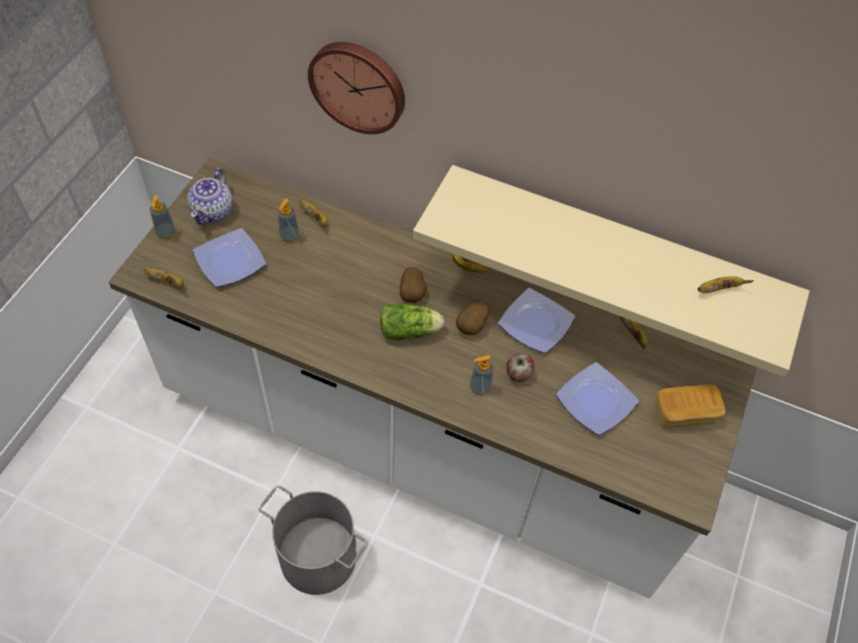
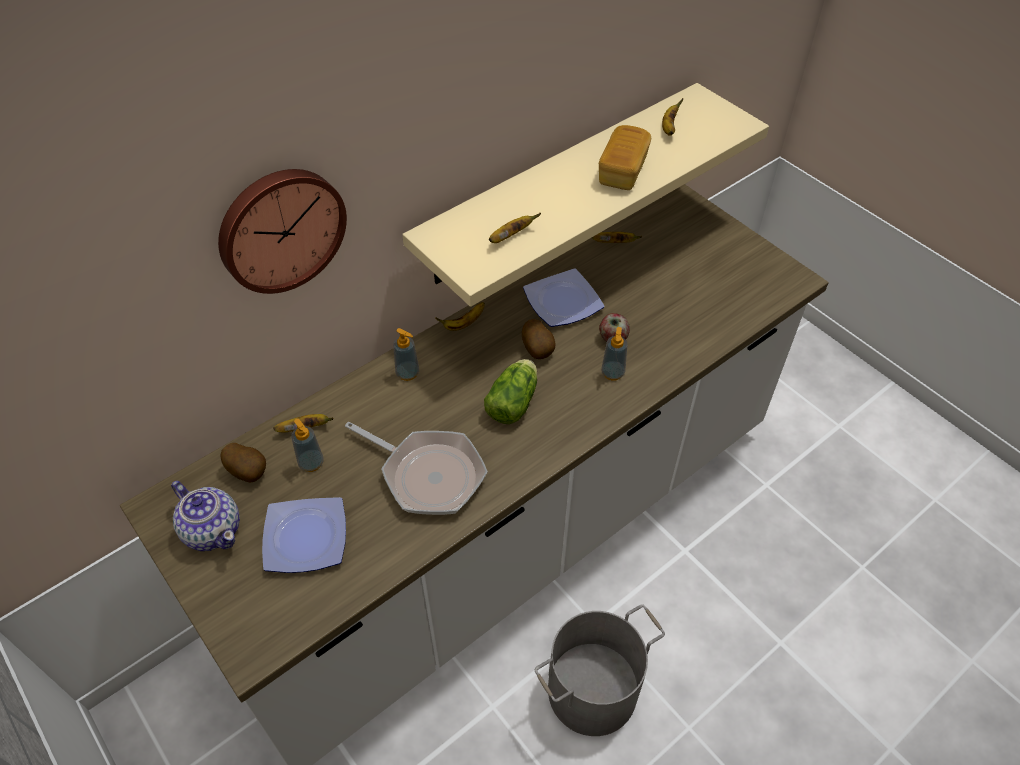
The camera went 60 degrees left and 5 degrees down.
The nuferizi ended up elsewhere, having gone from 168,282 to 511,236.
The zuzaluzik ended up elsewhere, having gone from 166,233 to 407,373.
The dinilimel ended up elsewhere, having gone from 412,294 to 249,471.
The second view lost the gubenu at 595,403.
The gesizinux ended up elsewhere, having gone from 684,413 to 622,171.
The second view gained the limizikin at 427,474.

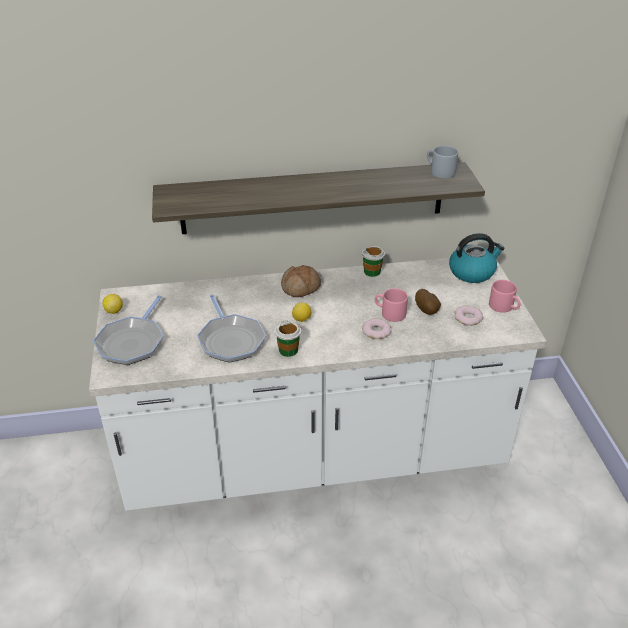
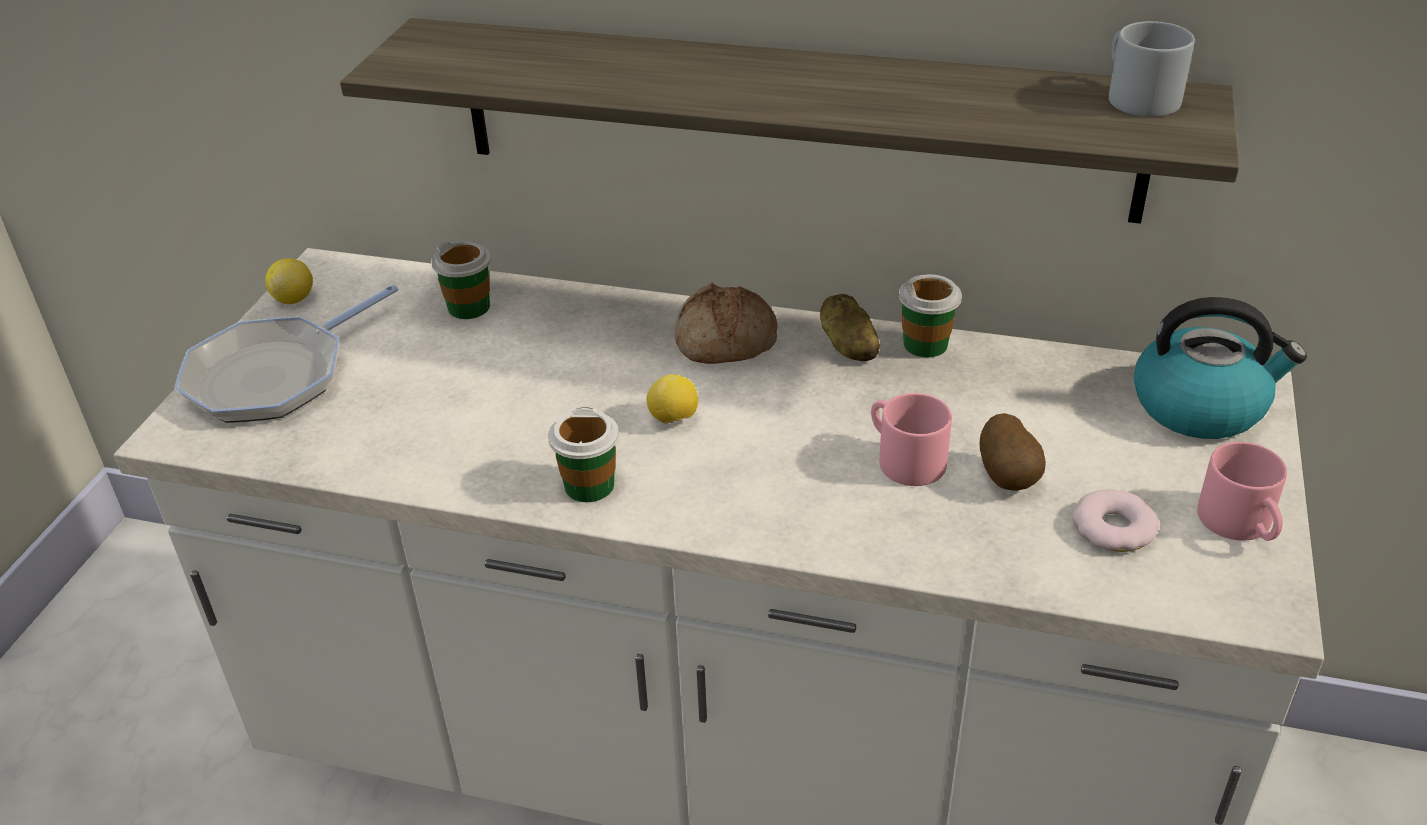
The camera went 25 degrees right and 0 degrees up.
The second view lost the limizikin at 230,340.
The second view lost the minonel at 376,331.
The second view gained the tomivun at 469,307.
The second view gained the dinilimel at 848,346.

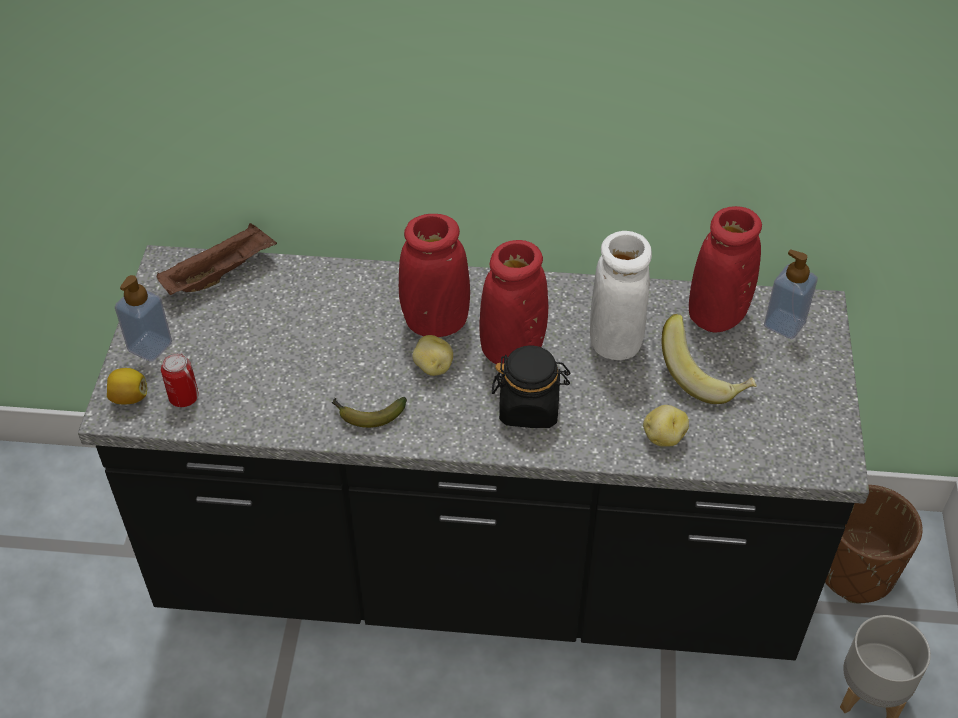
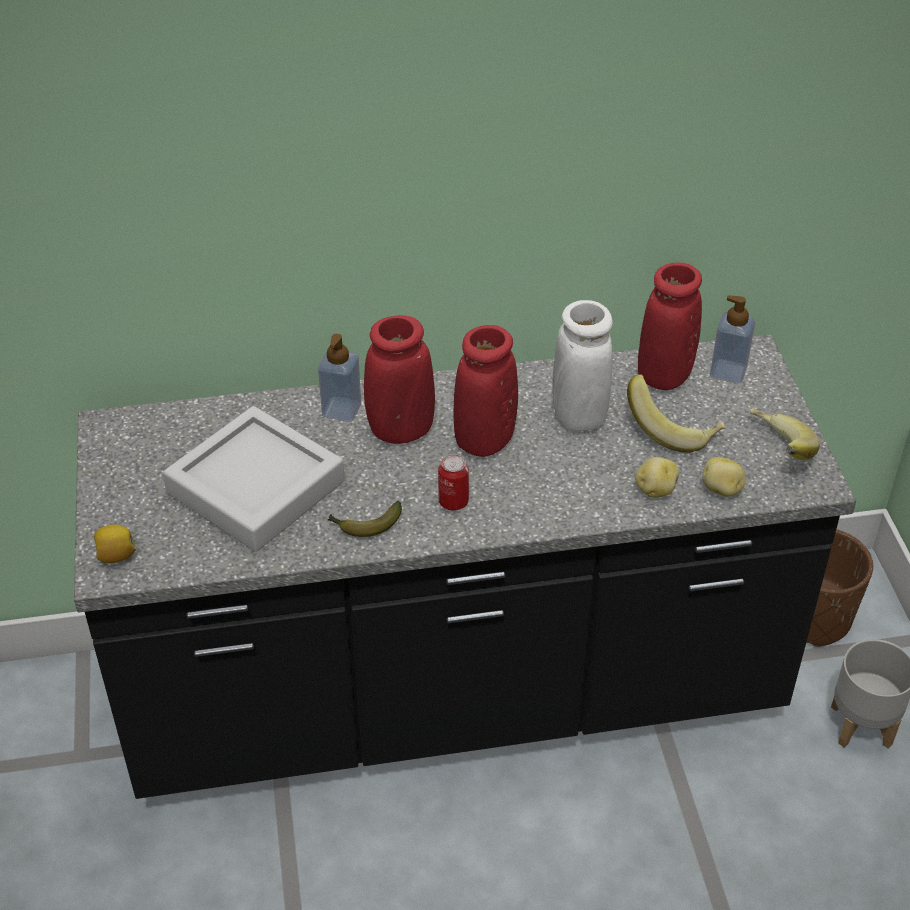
The camera went 15 degrees left and 5 degrees down.
The zuzaluzik ended up elsewhere, having gone from 150,346 to 341,410.
The second view lost the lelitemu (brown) at 220,274.
The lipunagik ended up elsewhere, having gone from 184,397 to 453,502.
The dinilimel ended up elsewhere, having gone from 433,367 to 721,490.
The second view lost the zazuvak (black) at 529,407.
The second view gained the lelitemu (grey) at 256,487.
The second view gained the nuferizi at 775,451.

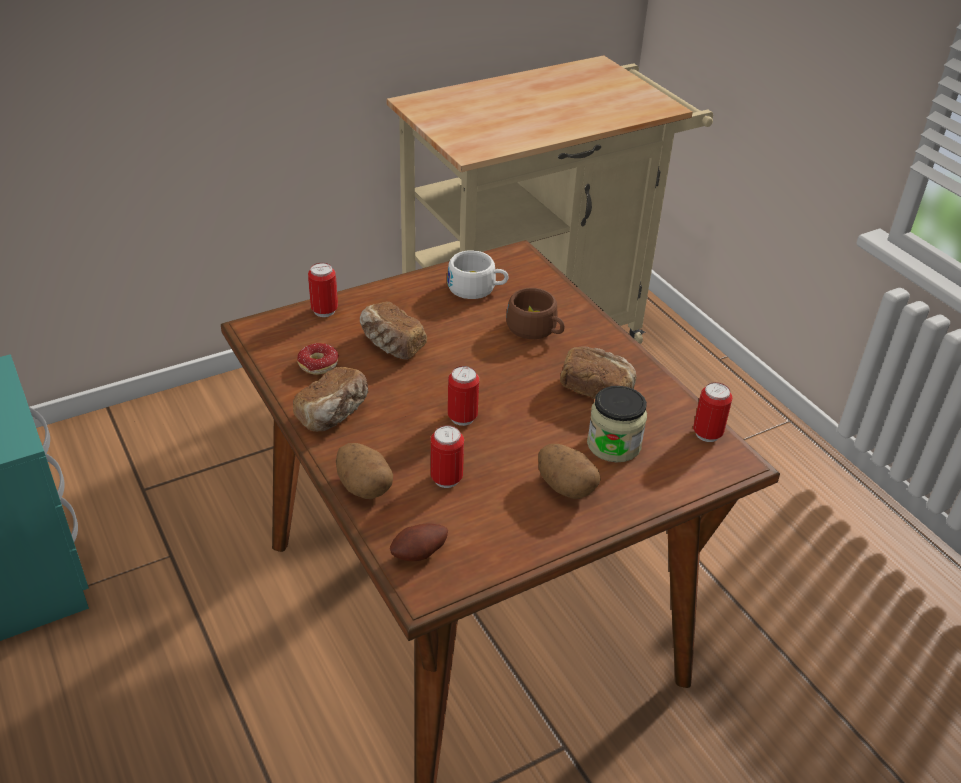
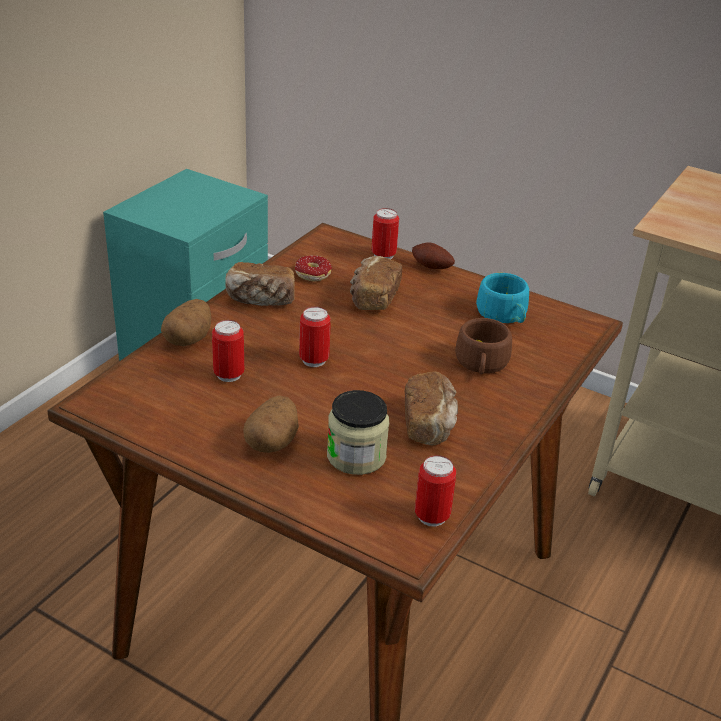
The camera went 60 degrees right and 5 degrees down.
The dinilimel ended up elsewhere, having gone from 420,554 to 431,268.
What was the tomivun (white) at 477,288 turned into the tomivun (turquoise) at 504,315.

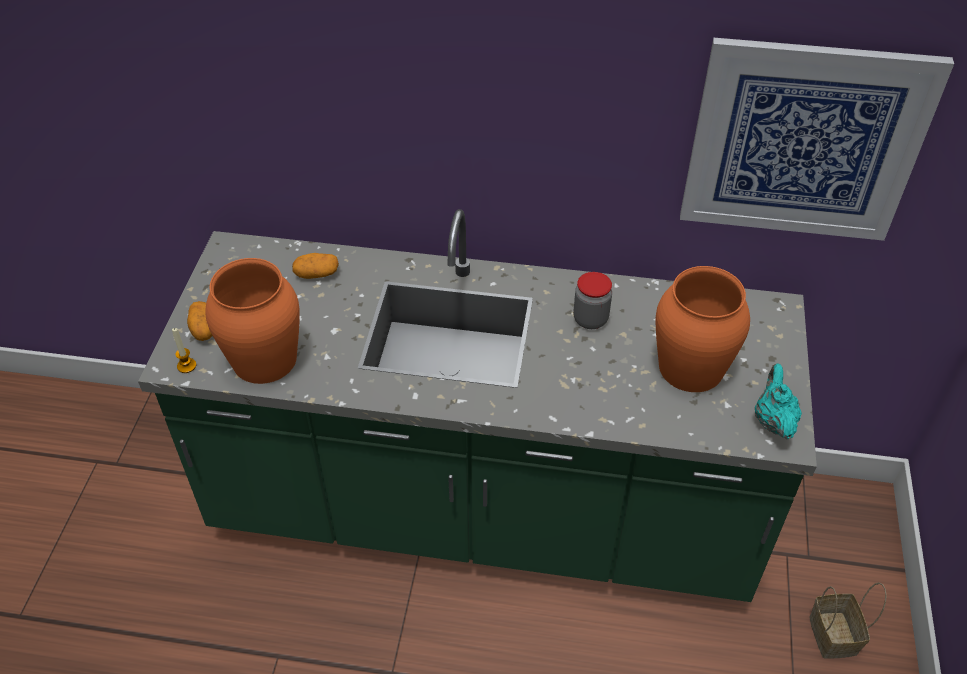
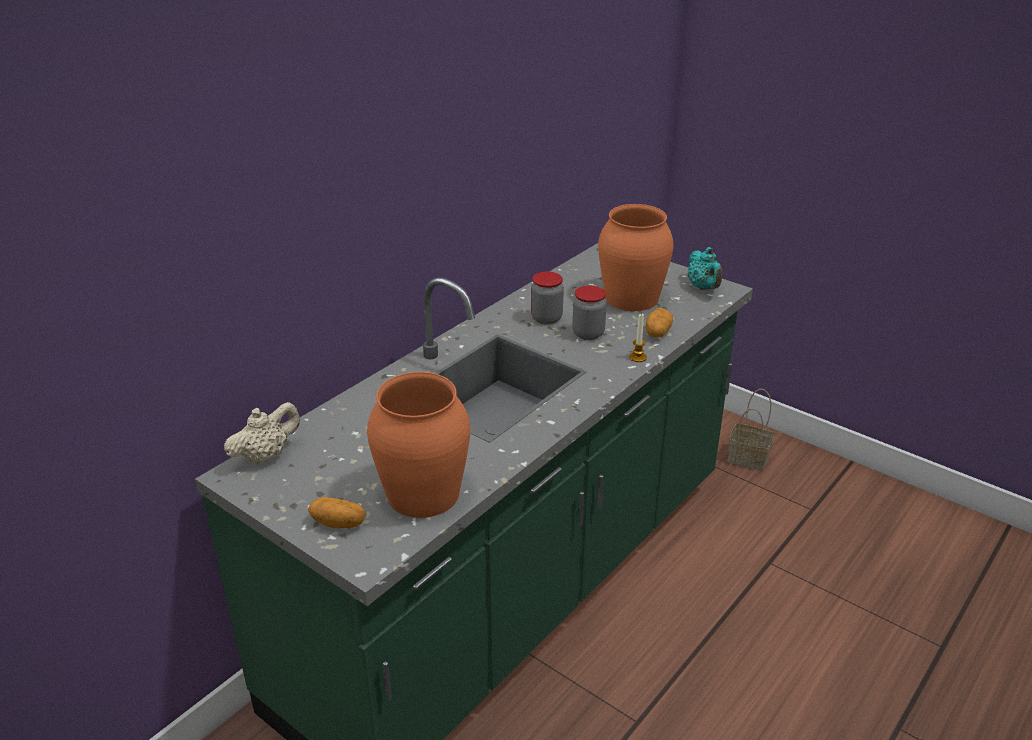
The camera went 60 degrees left and 15 degrees down.
The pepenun ended up elsewhere, having gone from 186,366 to 637,357.
The dinilimel ended up elsewhere, having gone from 316,274 to 657,332.
The second view lost the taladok at 804,142.
The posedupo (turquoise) at 773,420 ended up facing another way, 135 degrees counterclockwise from before.
The second view gained the posedupo (beige) at 266,456.
The second view gained the zazuvak at 588,333.

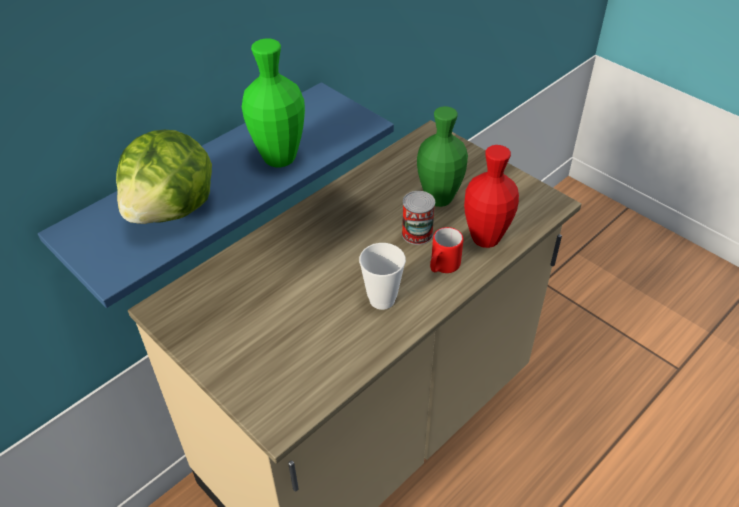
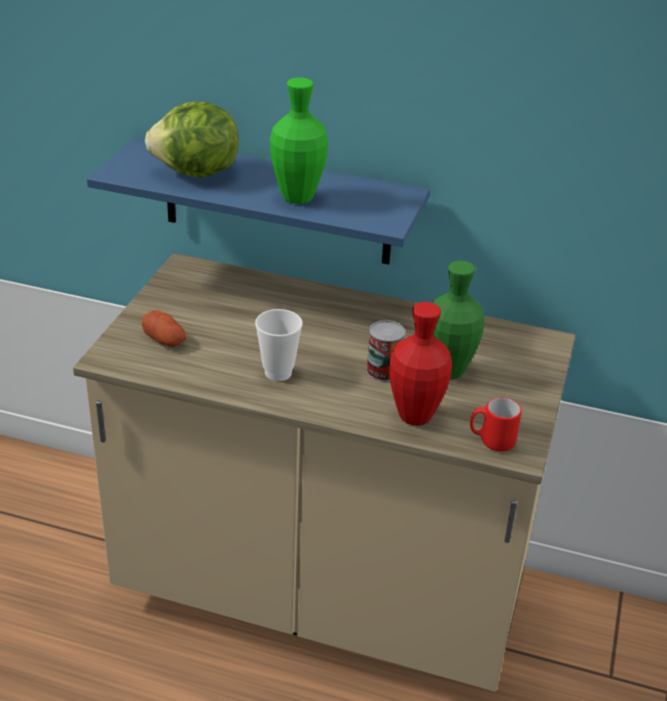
The camera went 60 degrees right and 10 degrees down.
The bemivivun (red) ended up elsewhere, having gone from 442,267 to 491,441.
The second view gained the dinilimel at 164,340.

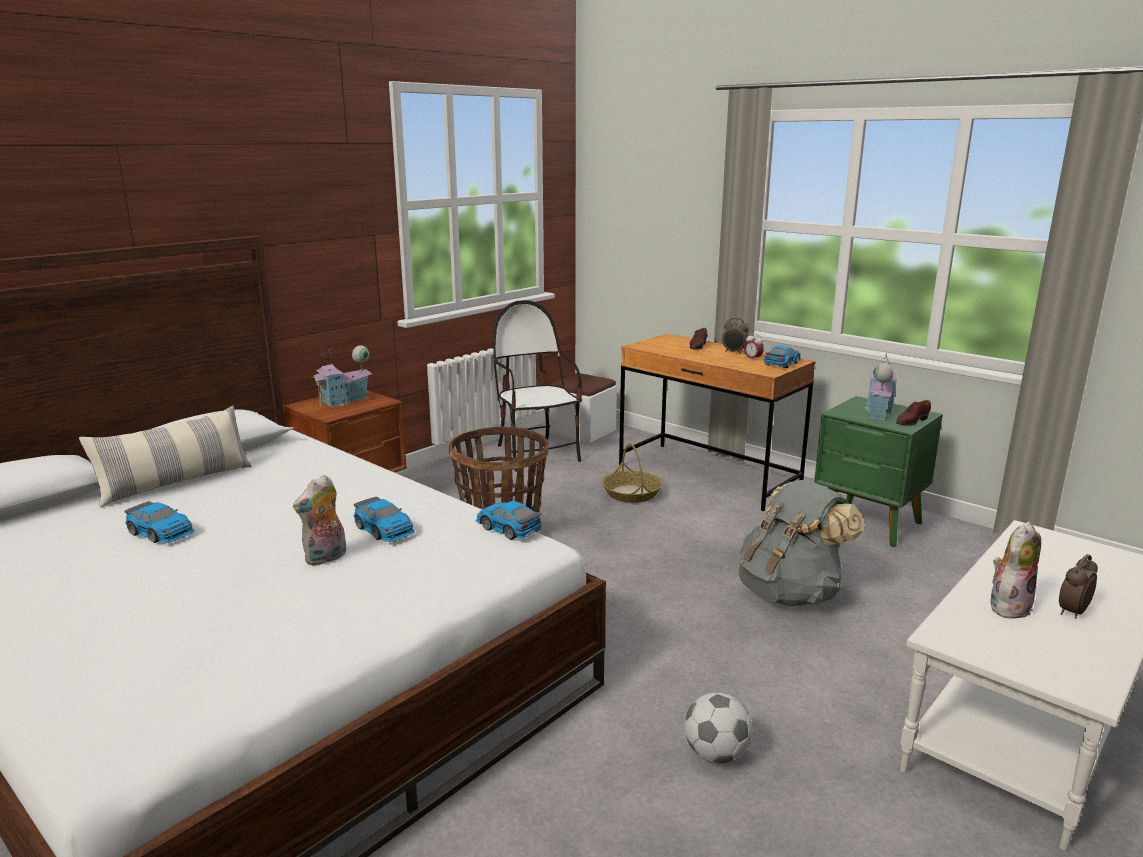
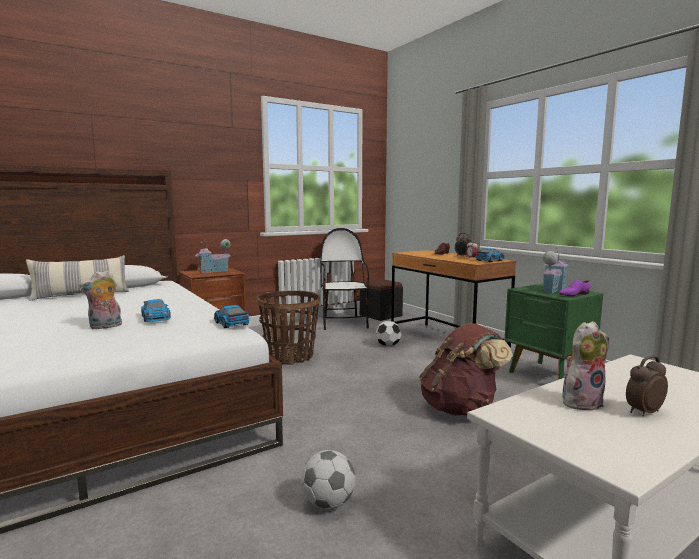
The camera went 15 degrees right and 10 degrees down.
The second view lost the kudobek at 161,532.
What was the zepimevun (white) at 582,432 turned into the zepimevun (black) at 380,315.
Where the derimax stood at 632,494, the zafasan came to stand at 388,346.
What was the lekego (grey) at 790,593 turned into the lekego (brown) at 461,409.
What was the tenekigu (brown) at 911,421 turned into the tenekigu (purple) at 573,295.

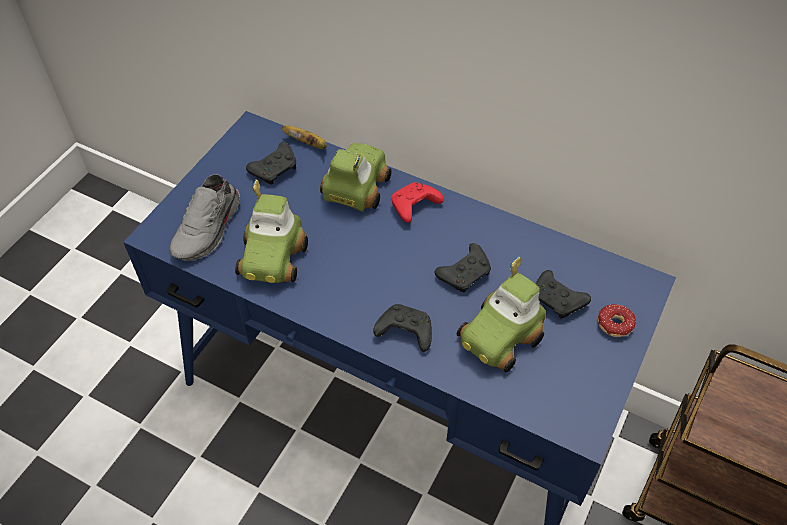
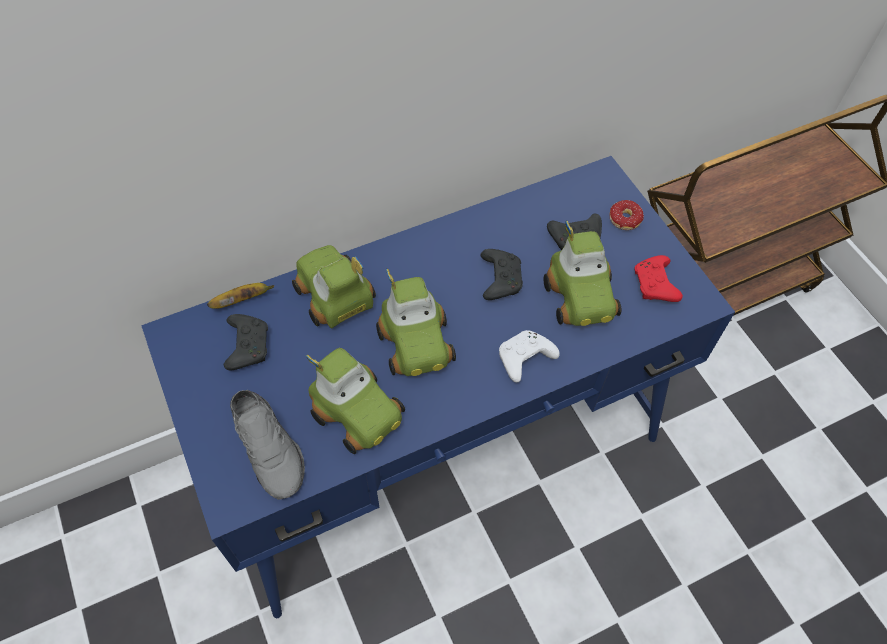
The camera went 55 degrees left and 5 degrees up.
What was the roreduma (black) at 404,332 turned into the roreduma (white) at 524,360.
The roreduma (red) ended up elsewhere, having gone from 414,207 to 655,286.
The second view gained the kudobek at 417,344.

